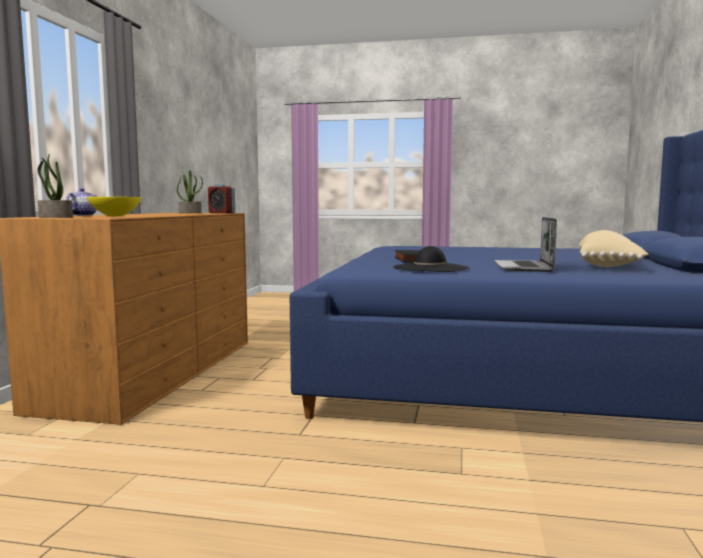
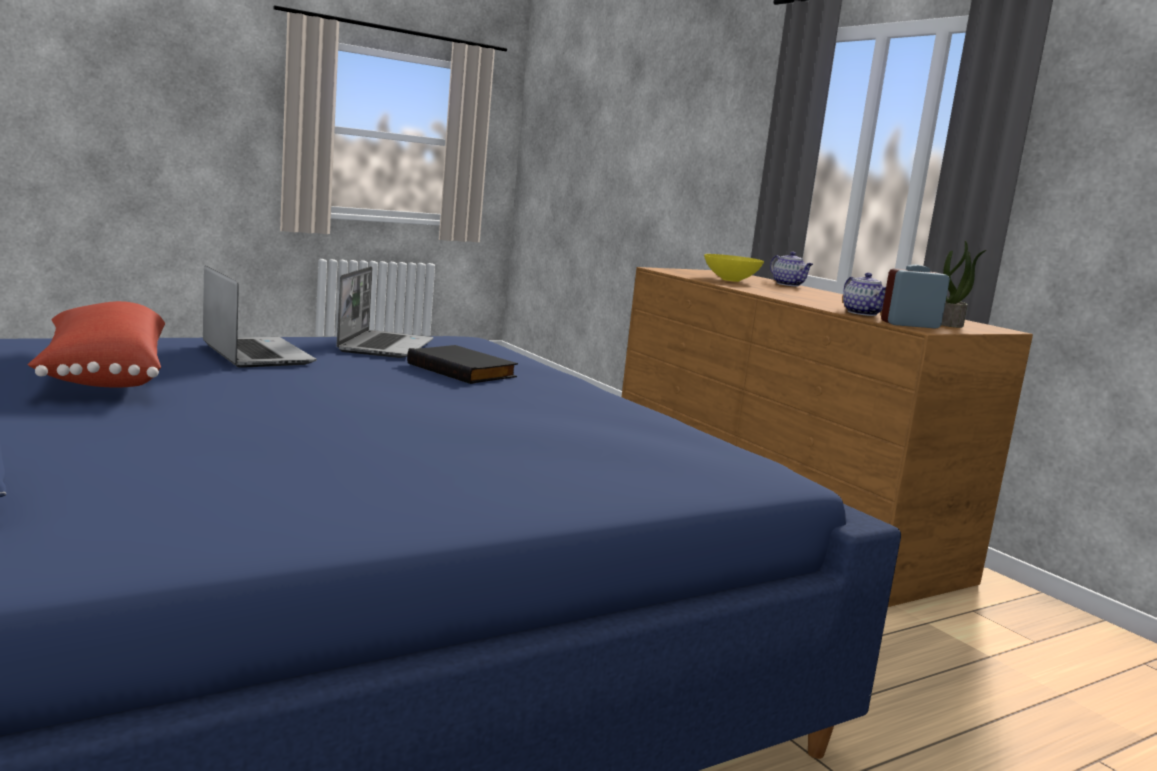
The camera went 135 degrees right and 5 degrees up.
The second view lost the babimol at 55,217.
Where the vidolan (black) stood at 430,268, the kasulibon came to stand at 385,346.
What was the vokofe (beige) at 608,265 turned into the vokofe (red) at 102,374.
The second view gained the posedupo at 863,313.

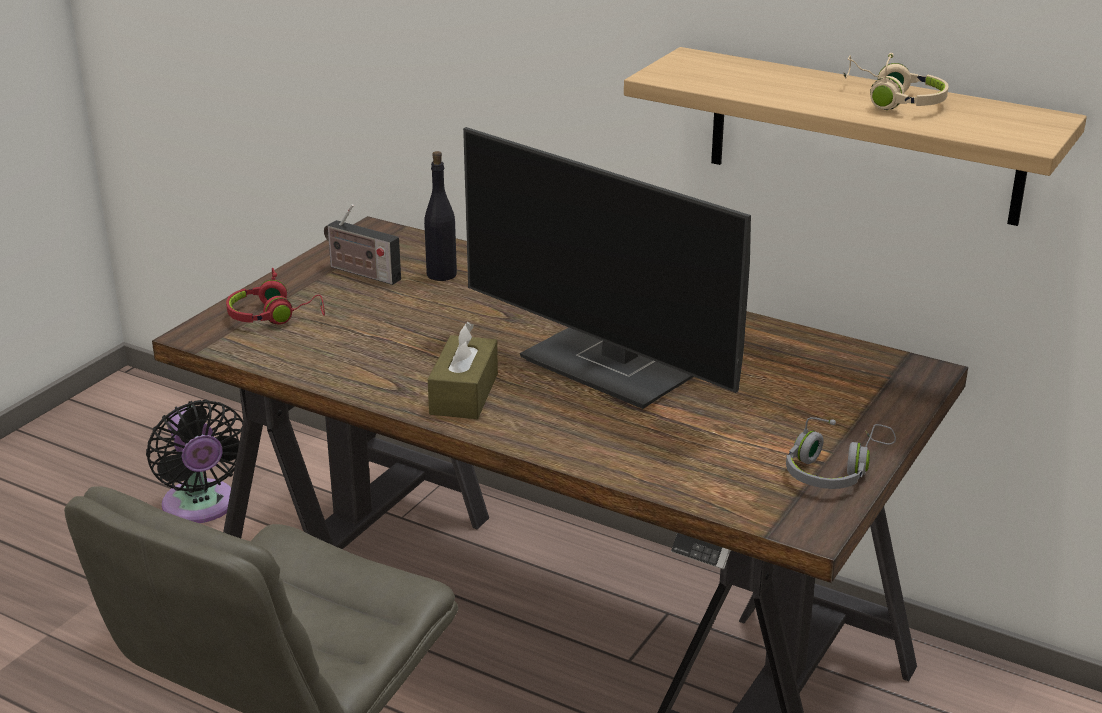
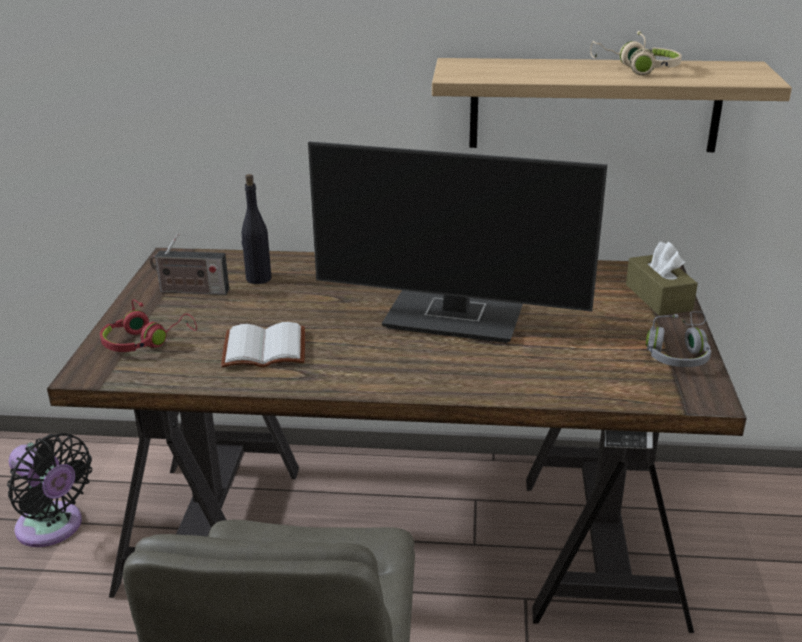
The camera went 25 degrees left and 0 degrees up.
The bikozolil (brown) ended up elsewhere, having gone from 464,394 to 658,297.
The second view gained the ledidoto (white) at 266,348.

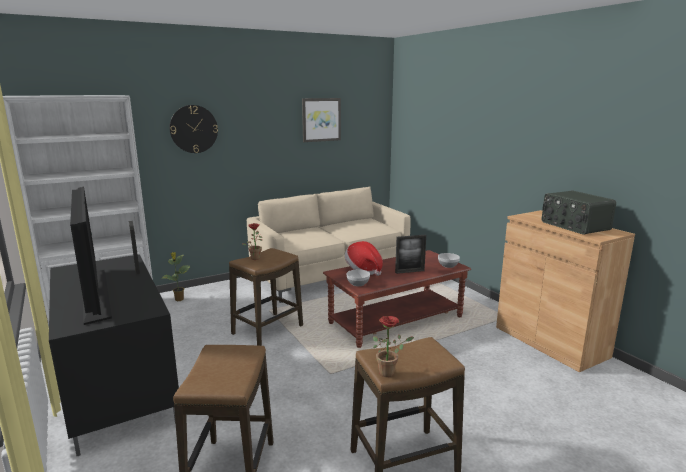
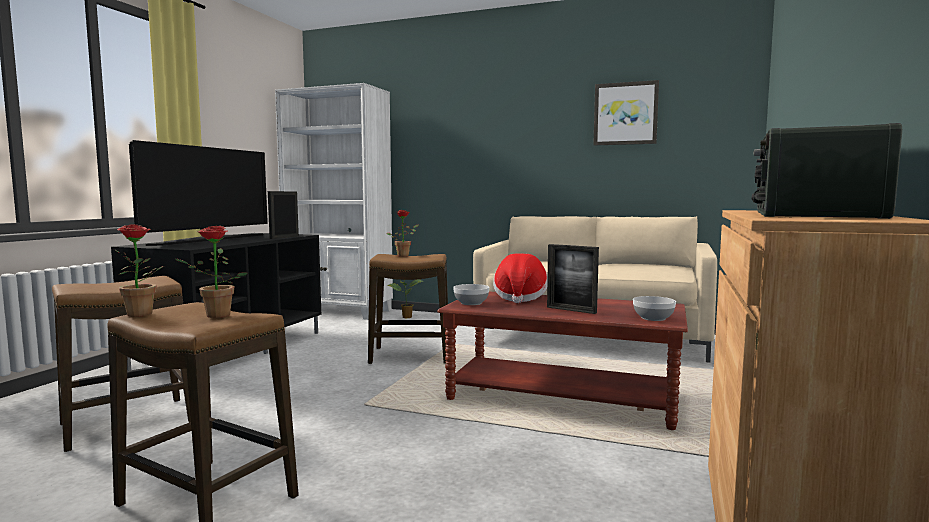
The camera went 50 degrees right and 10 degrees down.
The second view lost the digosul at 193,129.
The second view gained the babimol at 214,316.

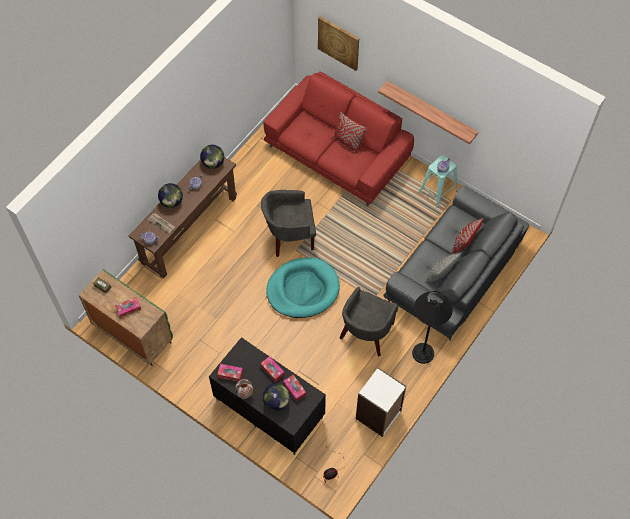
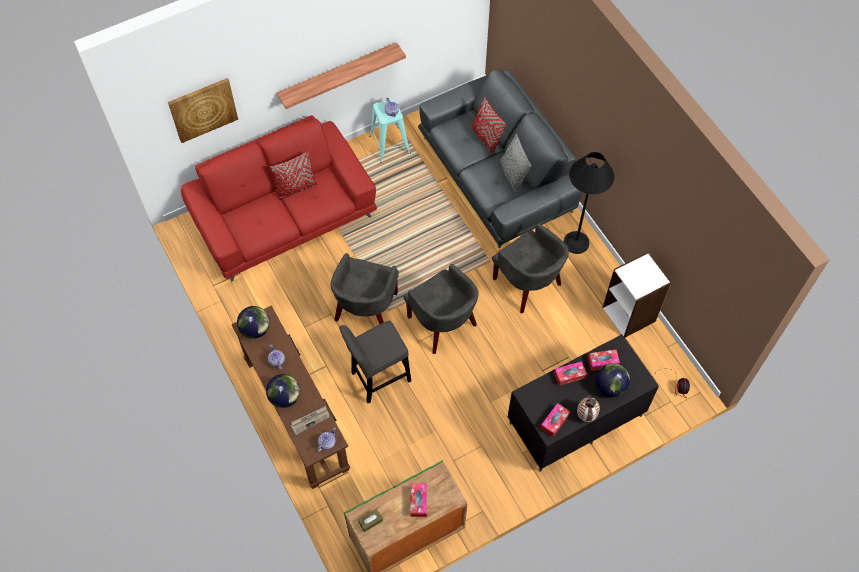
The camera went 65 degrees left and 0 degrees up.
Where the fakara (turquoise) stood at 303,289, the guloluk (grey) came to stand at 442,324.
The second view gained the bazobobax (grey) at 378,379.

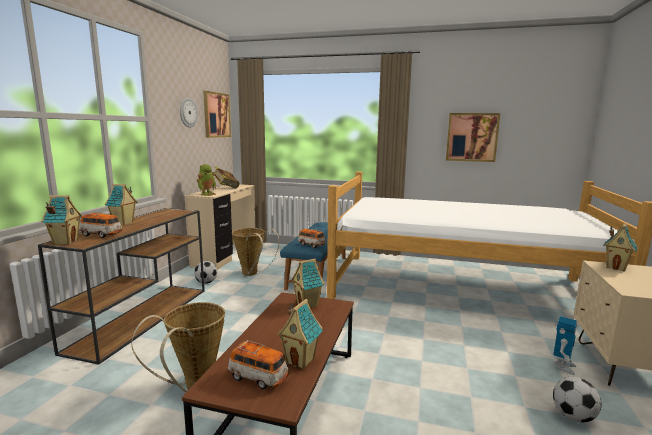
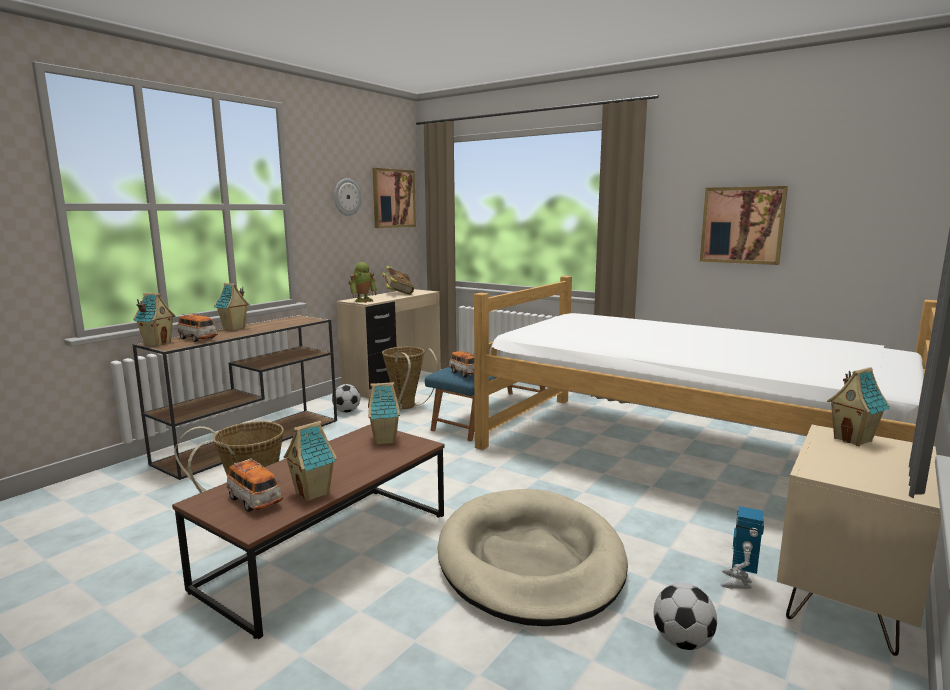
The camera went 20 degrees right and 0 degrees up.
The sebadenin at 563,366 ended up facing another way, 150 degrees clockwise from before.
The second view gained the fakara (beige) at 530,560.

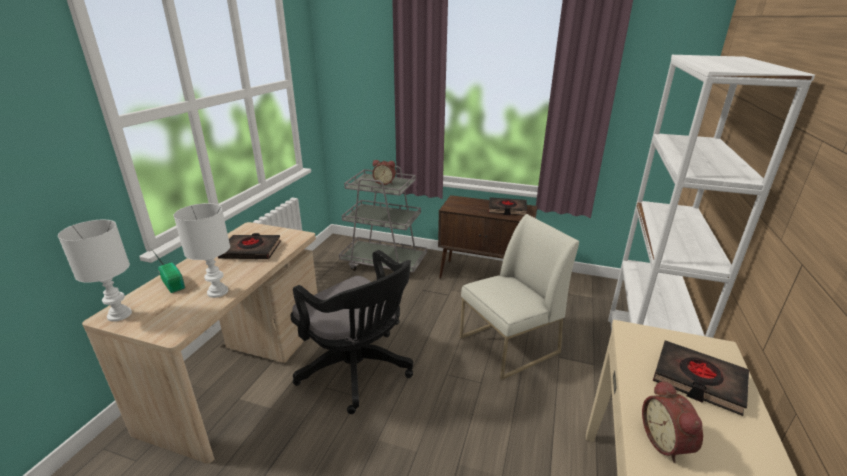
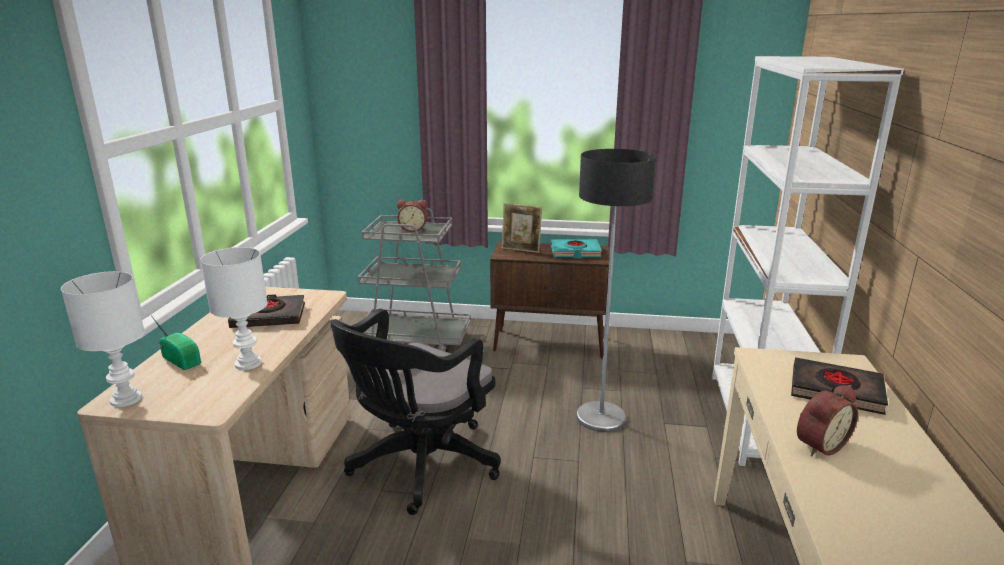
The camera went 10 degrees left and 5 degrees down.
The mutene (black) at 358,371 ended up facing another way, 90 degrees clockwise from before.
Where the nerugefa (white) stood at 509,345, the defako came to stand at 601,417.
What was the ledidoto (black) at 507,209 turned into the ledidoto (turquoise) at 575,252.
The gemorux at 667,442 ended up facing another way, 105 degrees counterclockwise from before.
The second view gained the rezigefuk at 521,250.

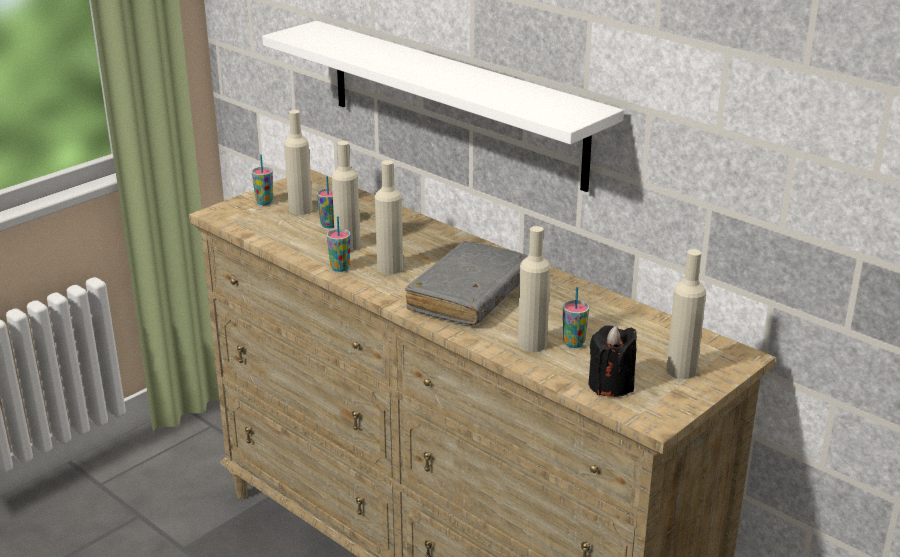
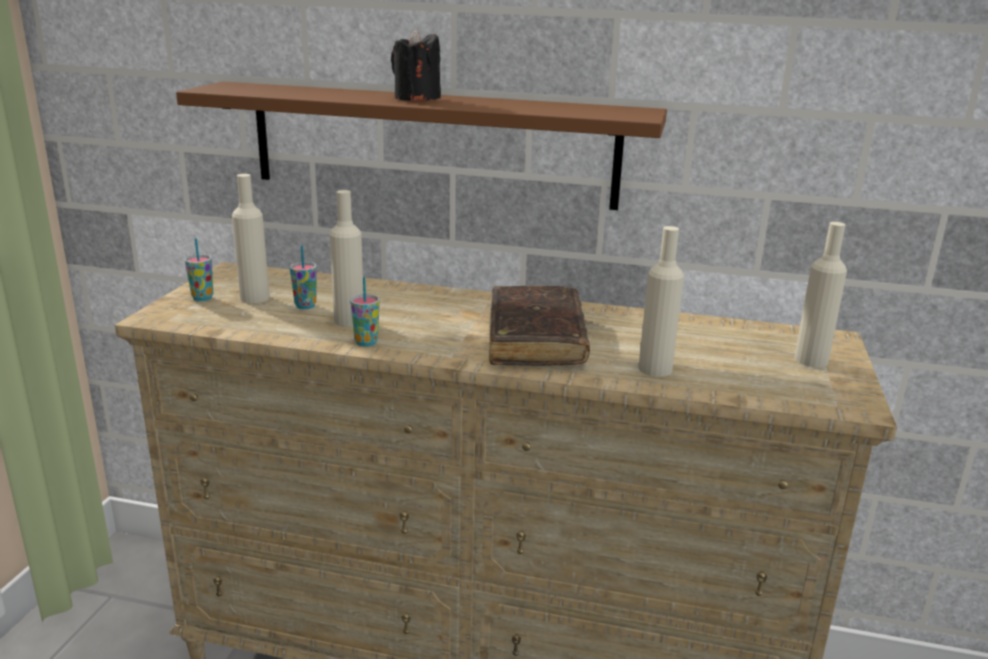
The camera went 30 degrees left and 5 degrees down.
What was the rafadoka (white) at 454,103 turned into the rafadoka (brown) at 432,144.
The second view lost the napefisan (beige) at 390,268.
What was the ledidoto (grey) at 469,295 turned into the ledidoto (brown) at 535,339.
The second view lost the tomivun at 573,343.
The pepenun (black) ended up elsewhere, having gone from 611,385 to 417,98.

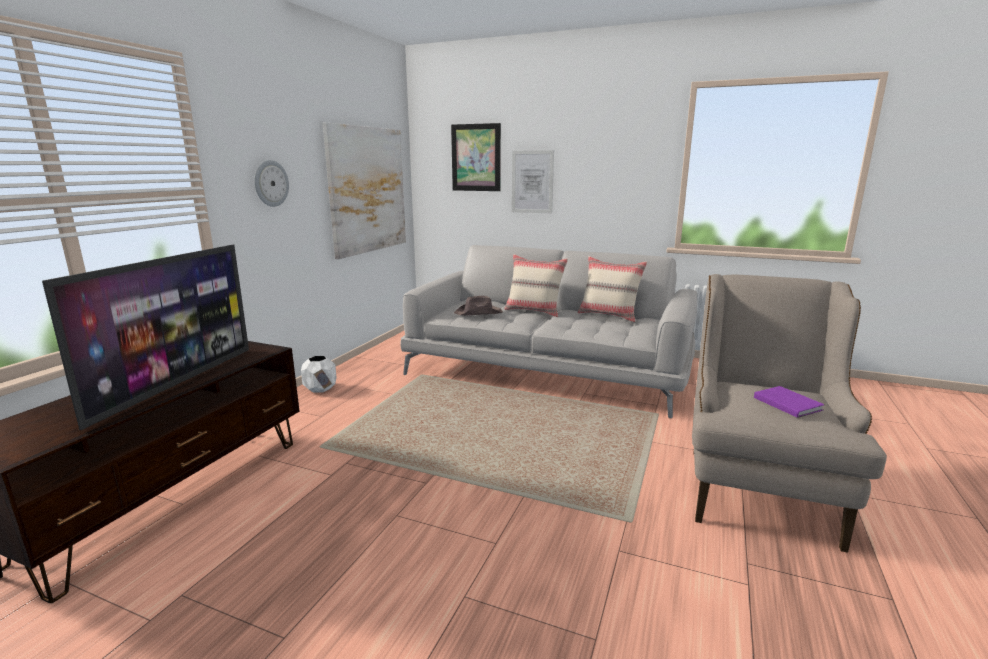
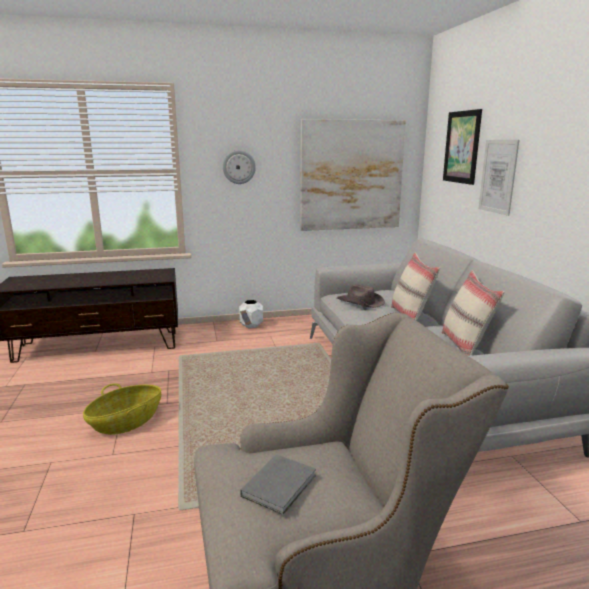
The camera went 55 degrees right and 0 degrees up.
The second view lost the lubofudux at 177,383.
What was the ledidoto (purple) at 786,403 turned into the ledidoto (grey) at 281,485.
The second view gained the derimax at 126,422.

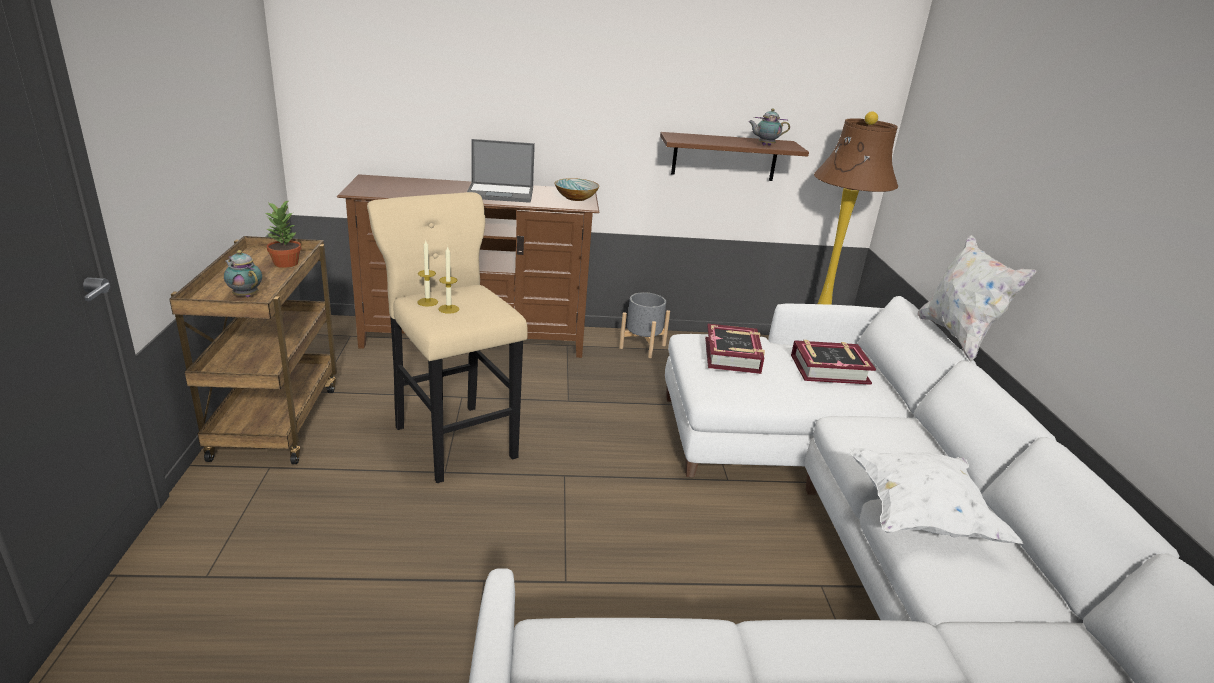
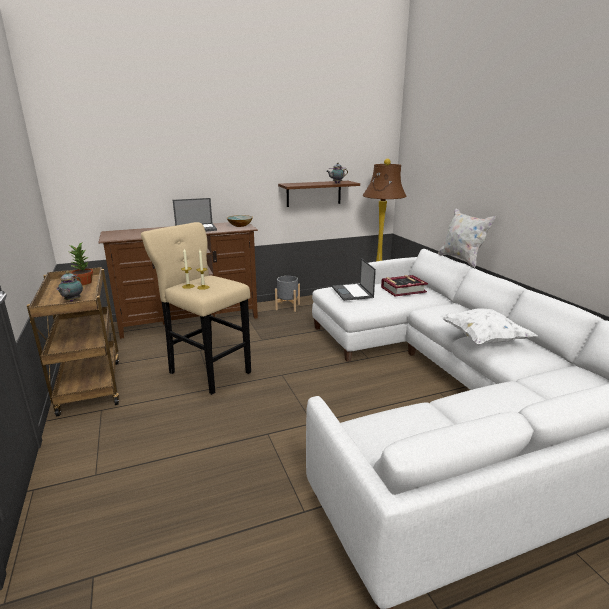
The camera went 15 degrees left and 5 degrees down.
The posedupo at 245,295 ended up facing another way, 105 degrees counterclockwise from before.
Where the ledidoto stood at 733,355, the kasulibon came to stand at 352,292.

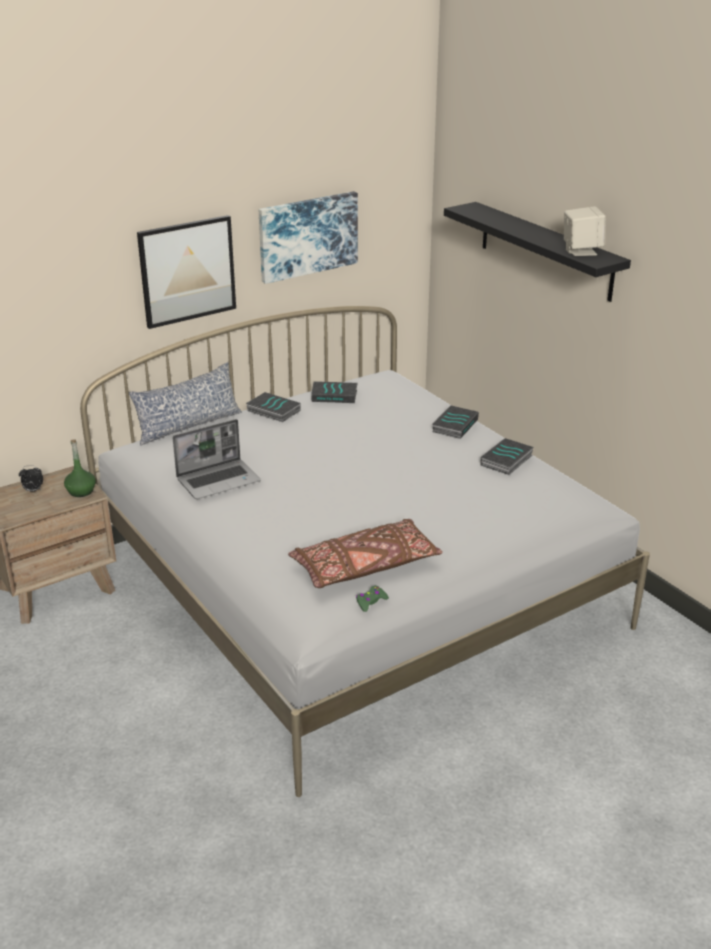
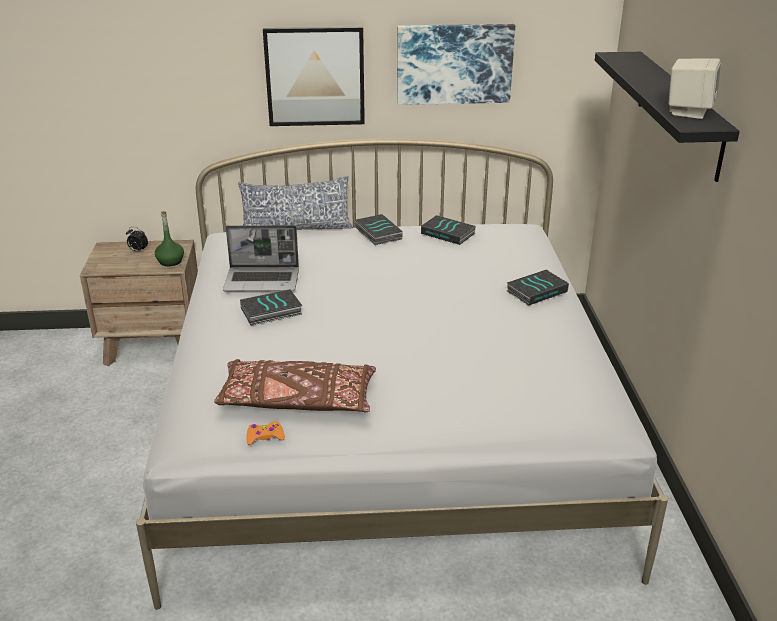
The camera went 30 degrees right and 0 degrees up.
What was the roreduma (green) at 370,602 turned into the roreduma (orange) at 265,437.
The ledidoto ended up elsewhere, having gone from 507,461 to 271,312.

